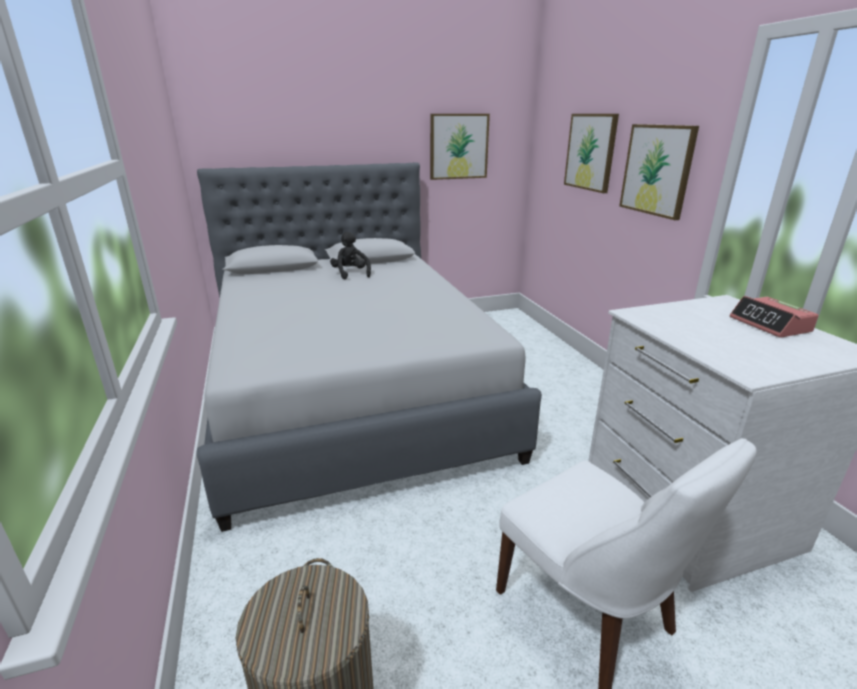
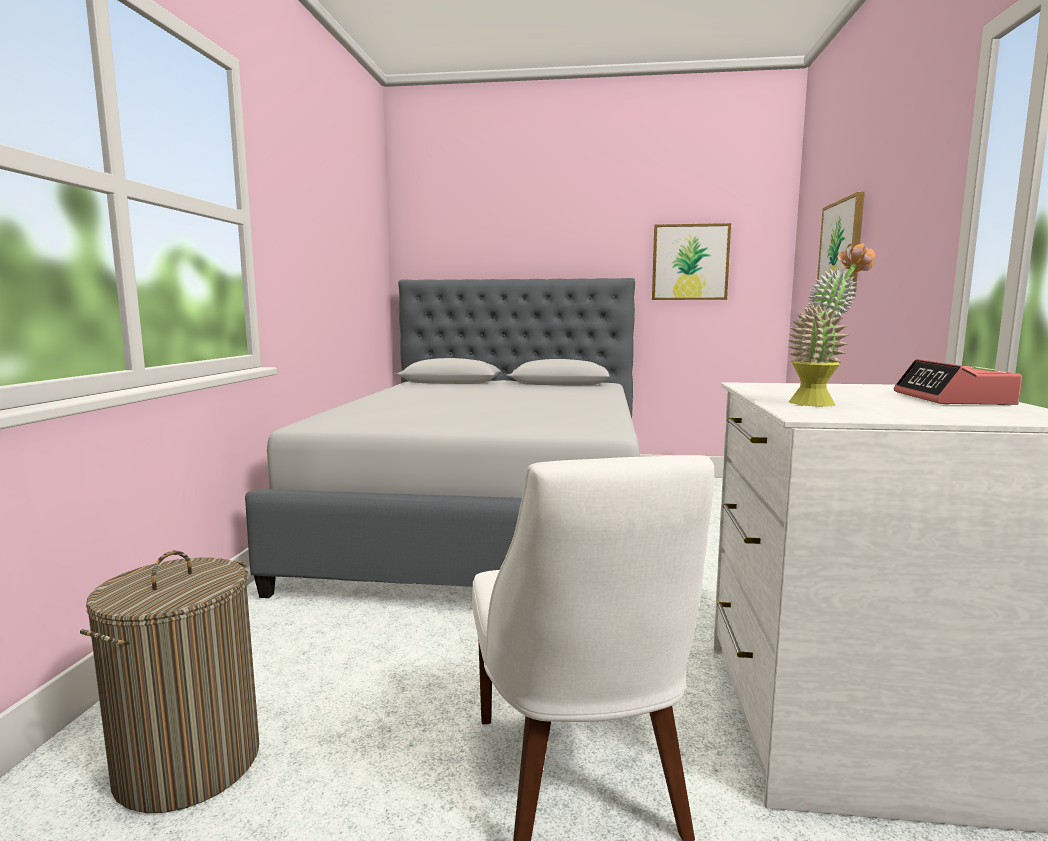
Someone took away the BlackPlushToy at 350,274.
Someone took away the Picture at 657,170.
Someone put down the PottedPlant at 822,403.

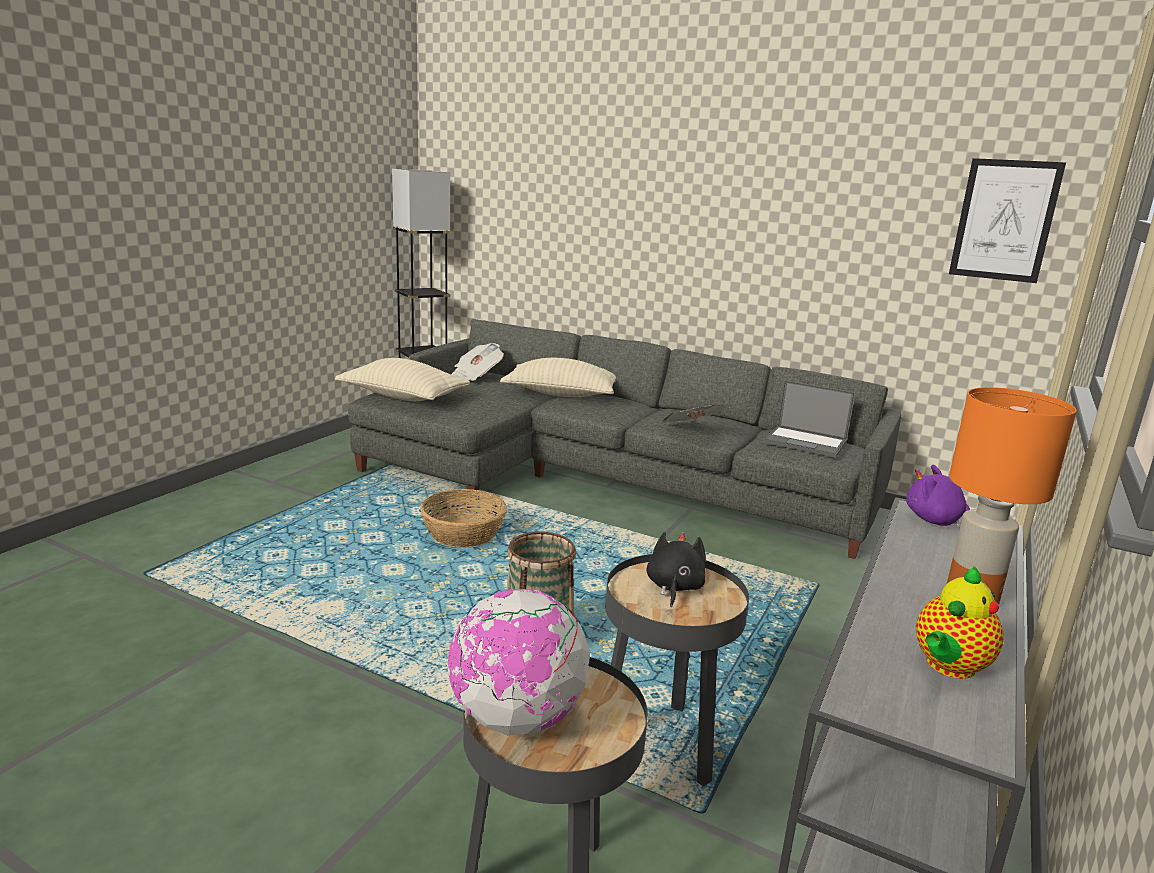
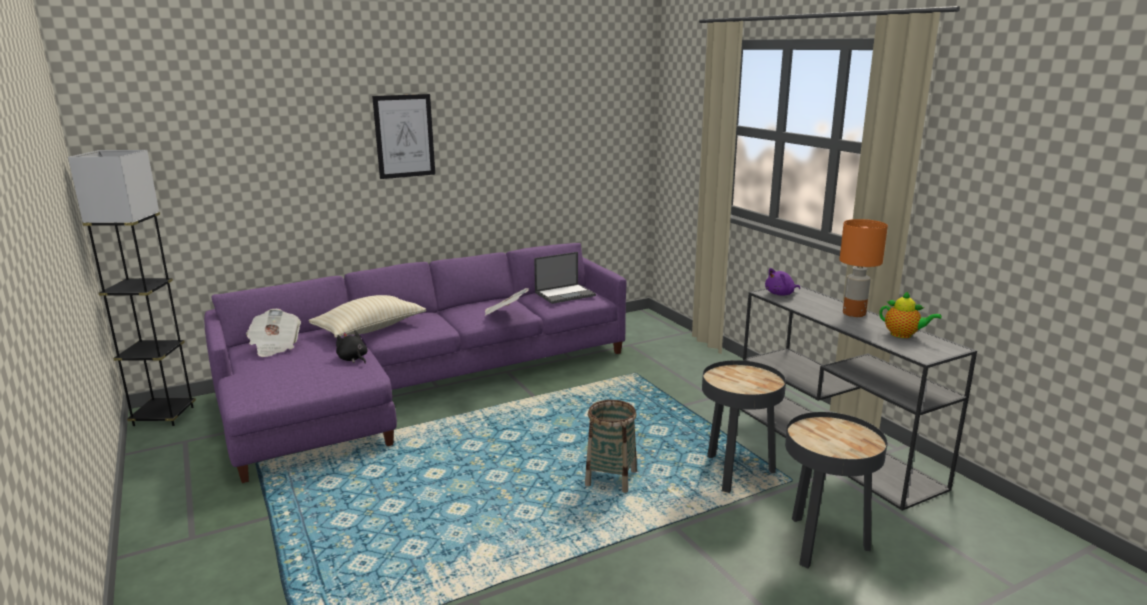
Someone took away the BeigePillow at 403,397.
Someone repainted the GreySofa at 597,476, which became the PurpleSofa at 416,384.
Someone took away the Basket at 464,533.
Someone took away the Globe at 516,719.
Someone carried the BlackPlushToy from 674,587 to 353,359.
Someone rotated the Teapot at 948,667 by 45 degrees counterclockwise.
Someone carried the Picture from 1004,220 to 404,136.

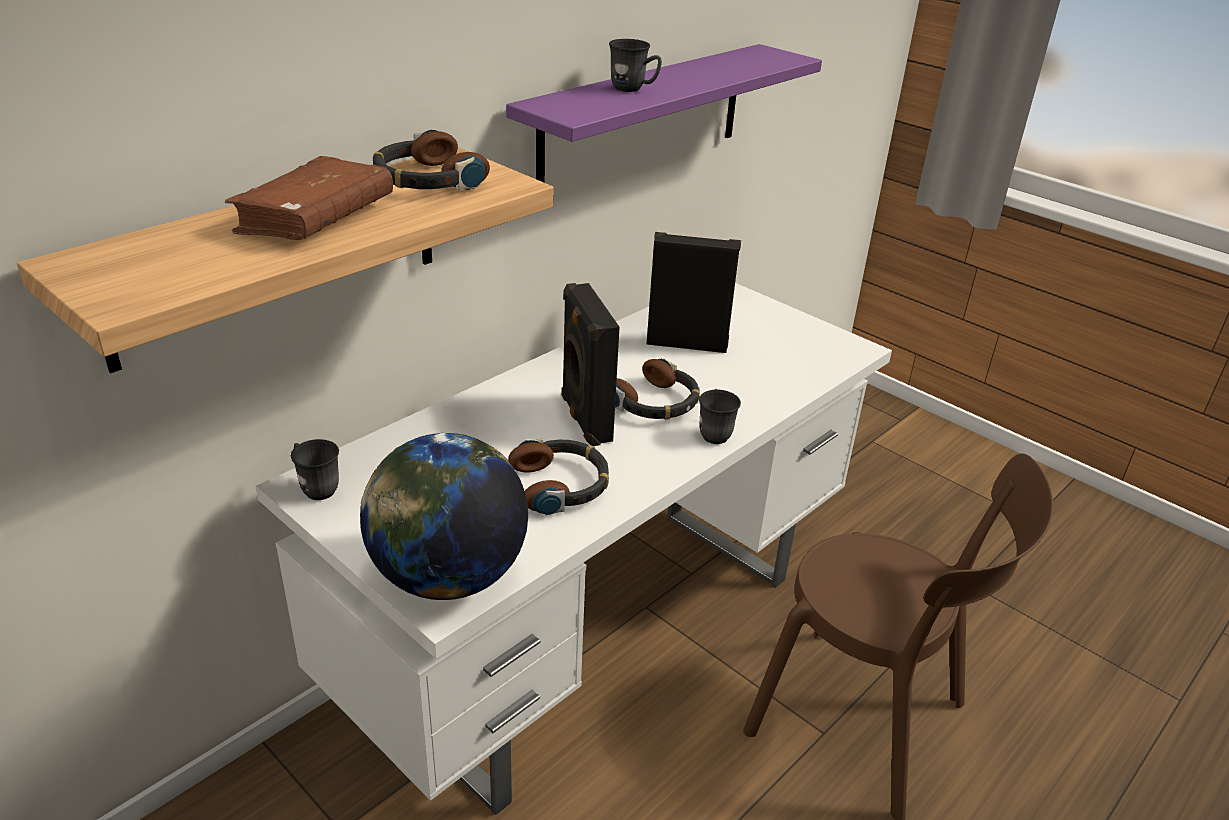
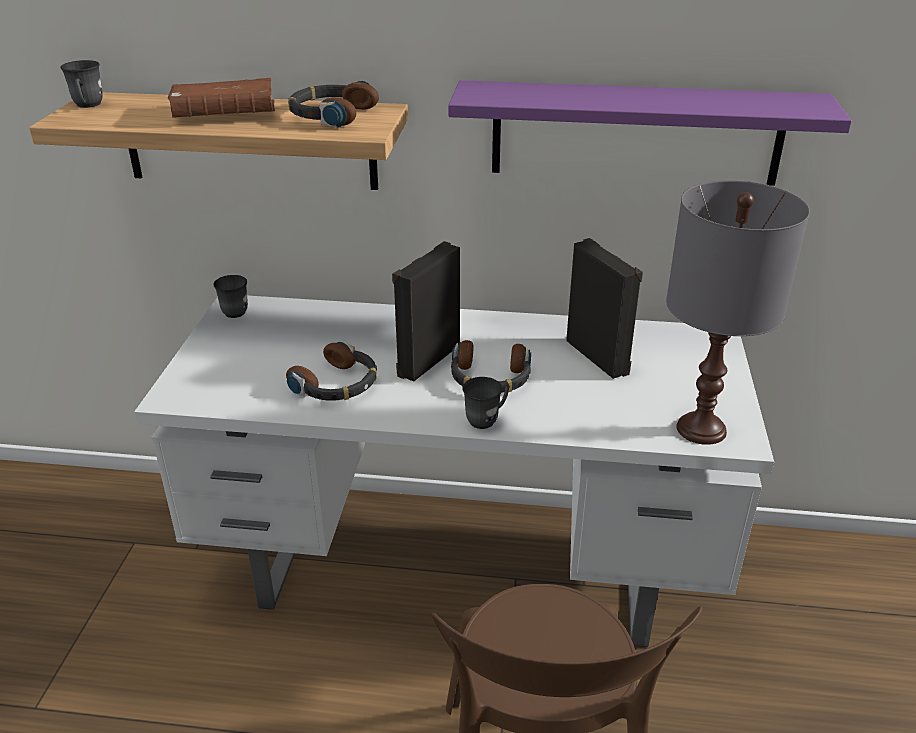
Someone took away the Globe at 448,577.
Someone carried the GreyMug from 634,89 to 88,106.
Someone put down the GreyTableLamp at 702,429.

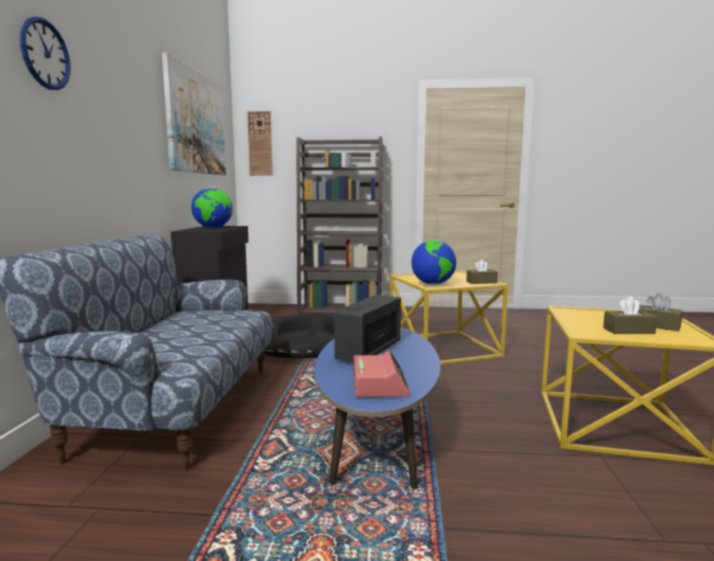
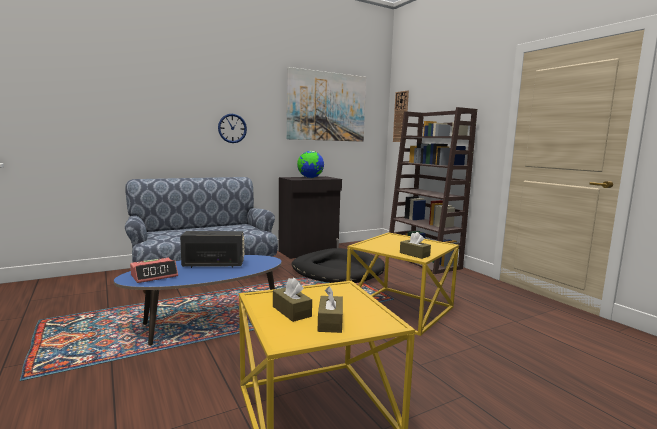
Someone carried the WallClock from 45,54 to 232,128.
Someone took away the Globe at 433,284.

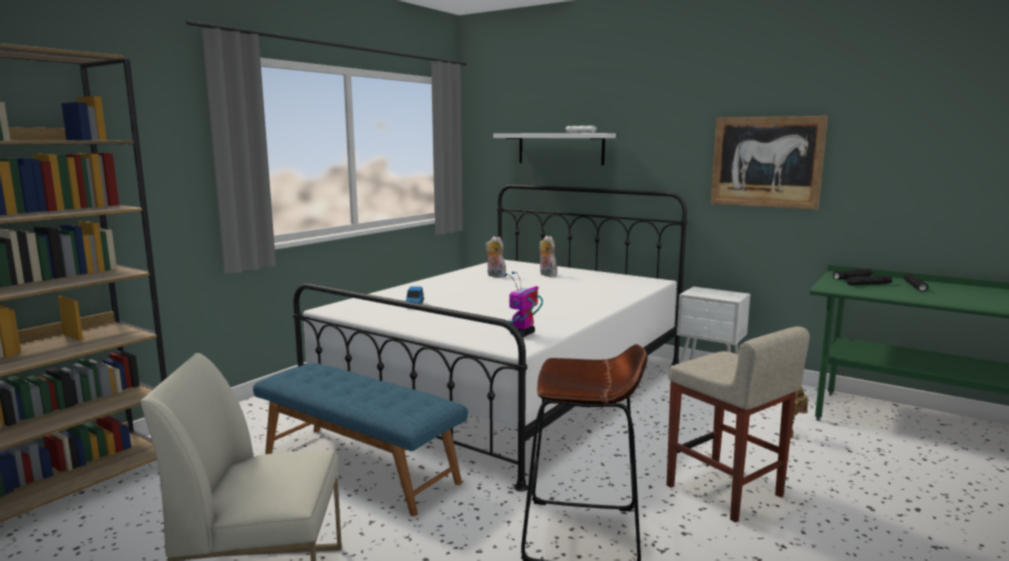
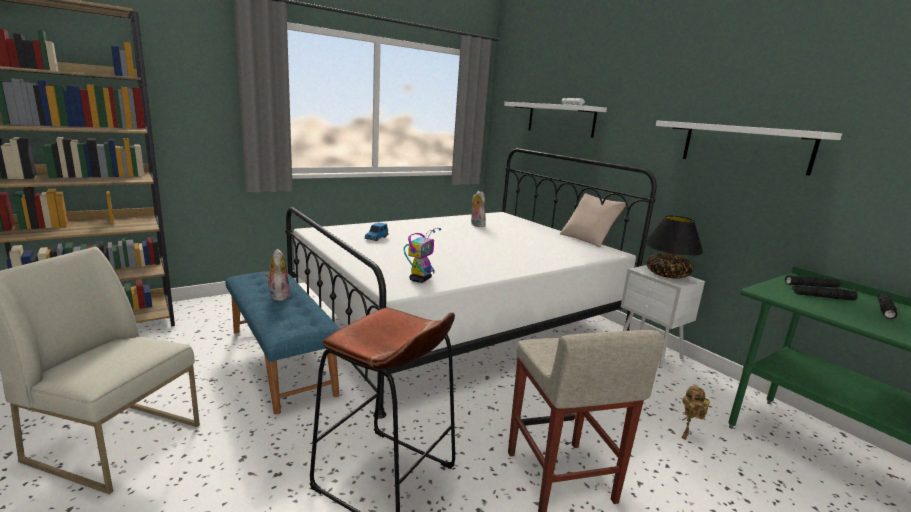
Someone rotated the ToyRobot at 522,334 by 150 degrees clockwise.
Someone carried the PlushToy from 546,275 to 278,296.
Someone swapped the Picture at 766,162 for the WhiteShelf at 745,146.
Someone put down the BeigePillow at 588,239.
Someone put down the BlackTableLamp at 667,275.

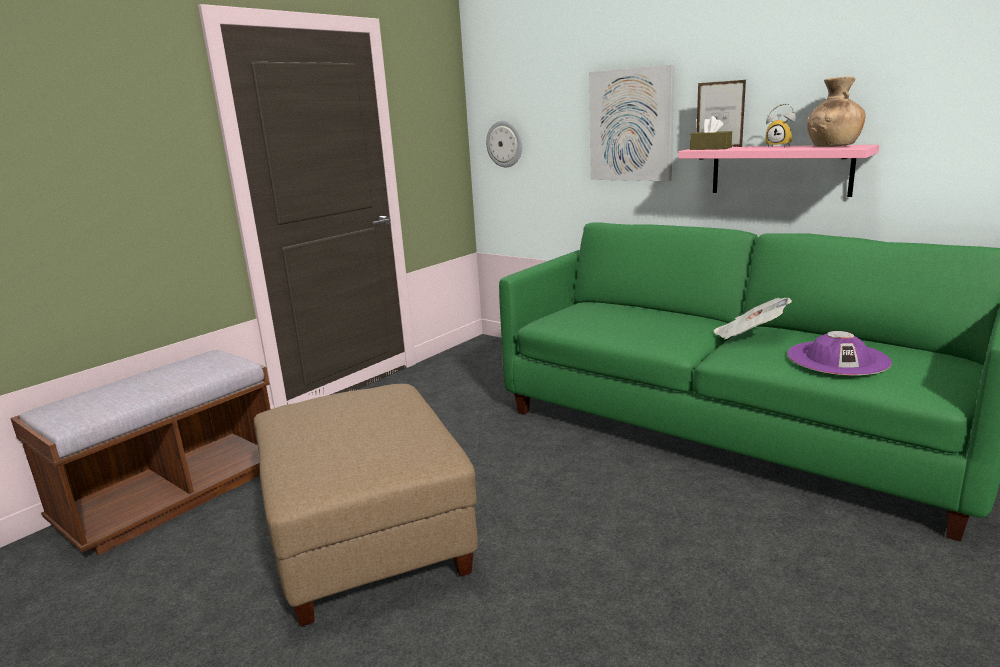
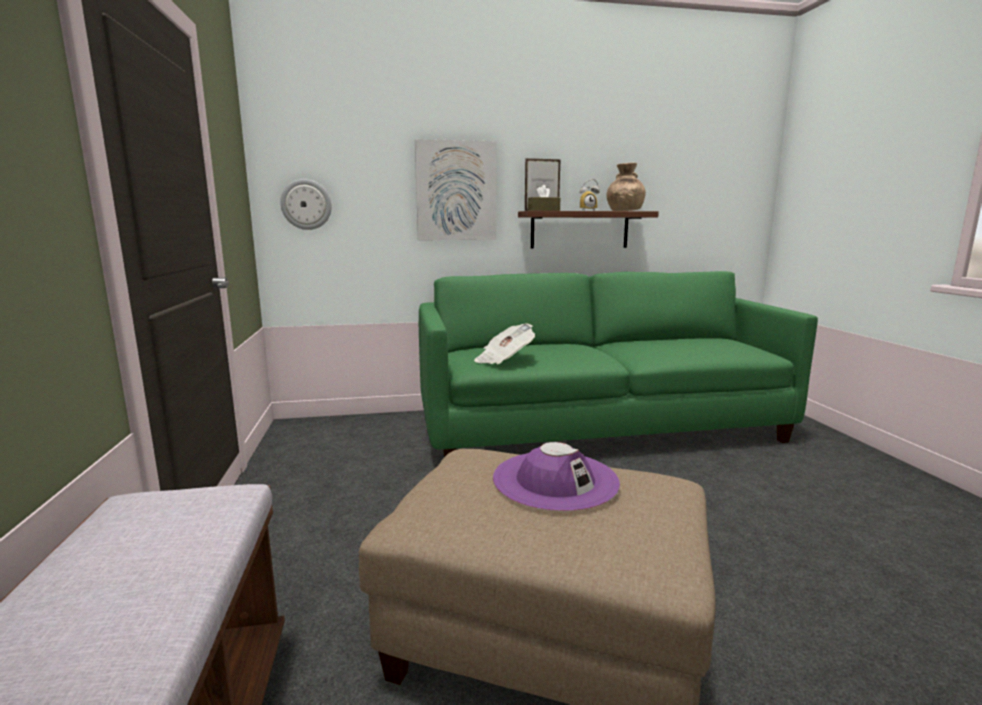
Someone repainted the PinkShelf at 780,170, which became the BrownShelf at 579,230.
Someone carried the Newspaper from 749,336 to 504,360.
Someone carried the PurpleHat from 837,358 to 555,480.

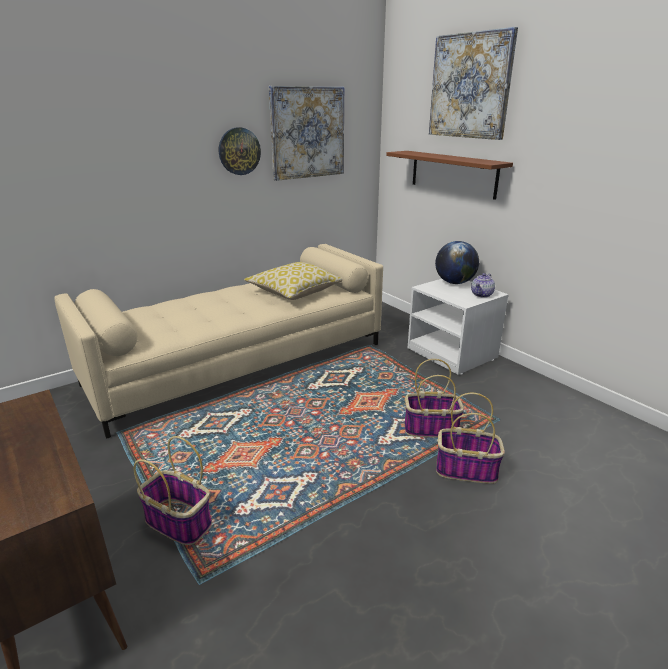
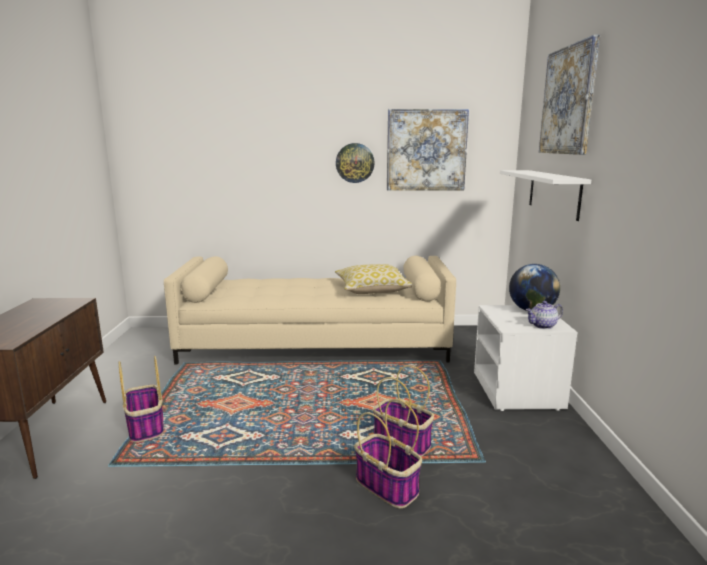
Someone repainted the BrownShelf at 453,173, which became the WhiteShelf at 553,193.

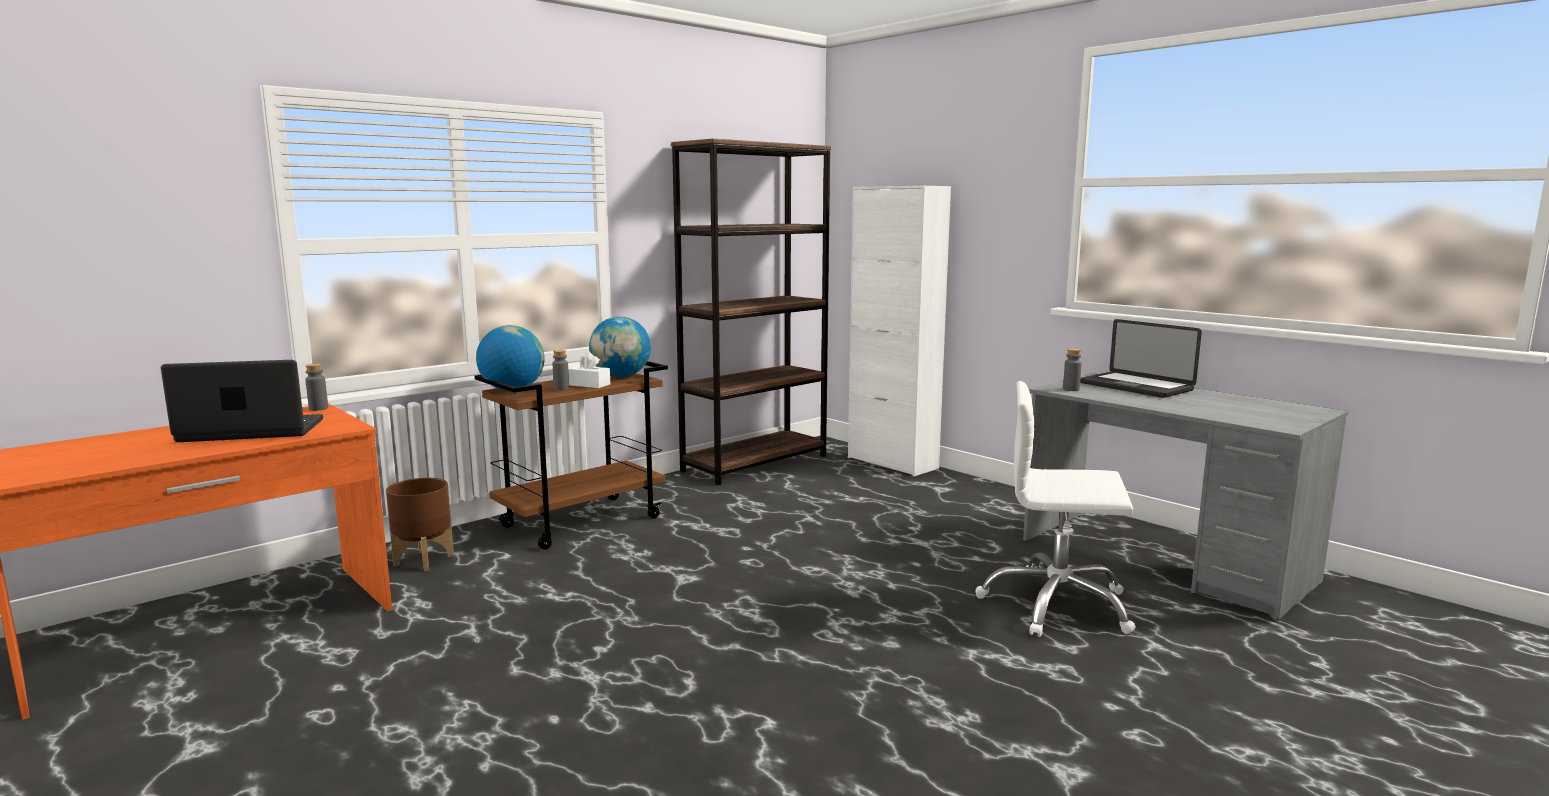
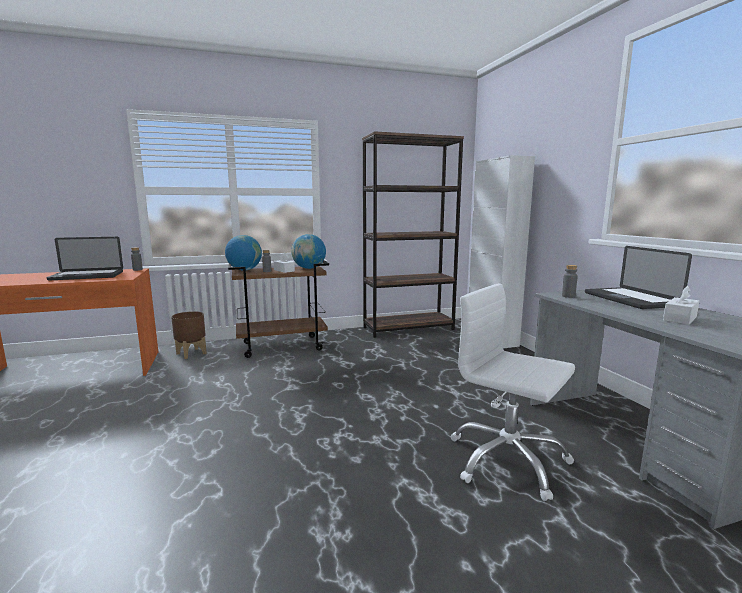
Someone rotated the Laptop at 252,431 by 150 degrees clockwise.
Someone put down the WhiteTissueBox at 680,318.

